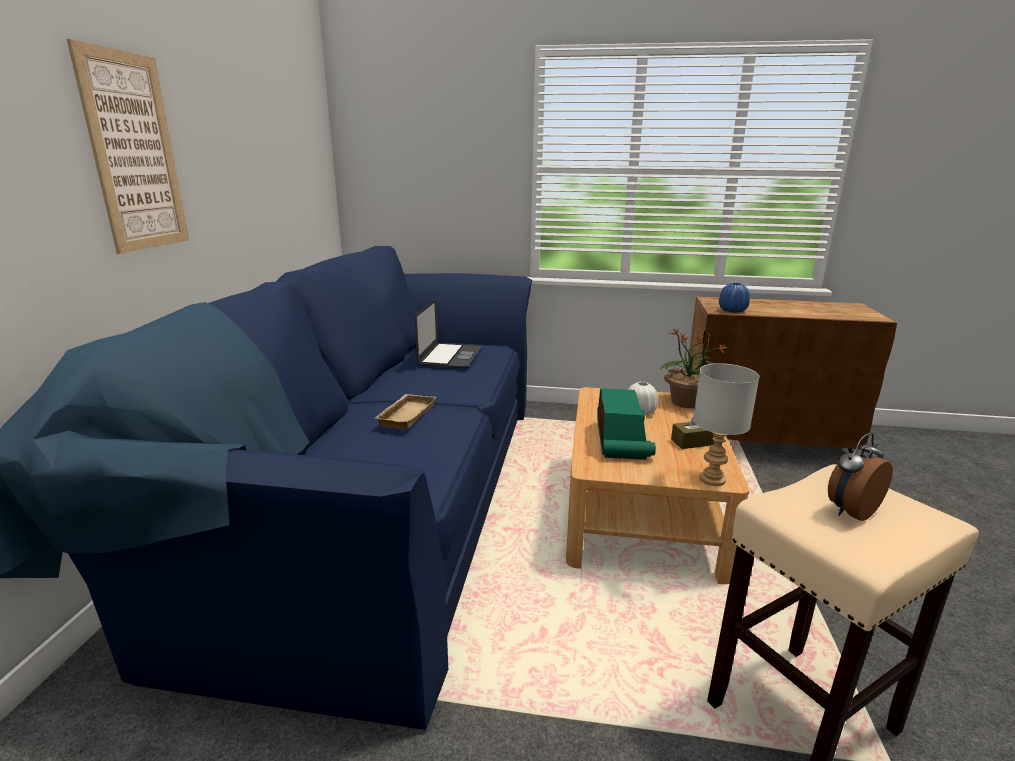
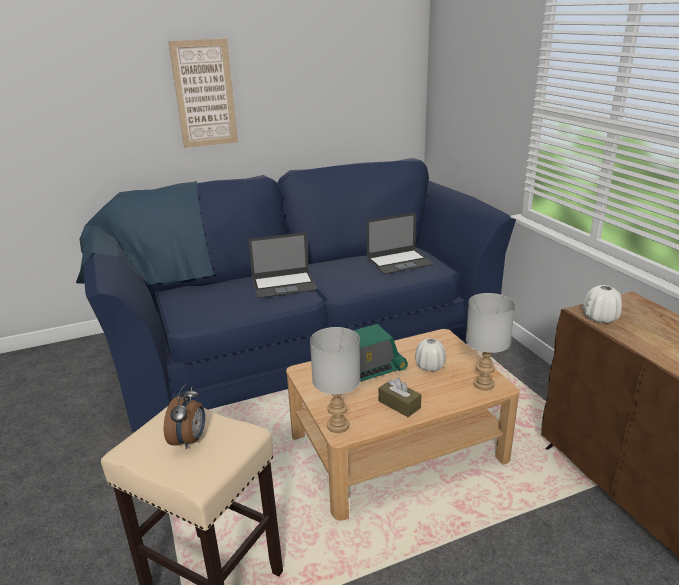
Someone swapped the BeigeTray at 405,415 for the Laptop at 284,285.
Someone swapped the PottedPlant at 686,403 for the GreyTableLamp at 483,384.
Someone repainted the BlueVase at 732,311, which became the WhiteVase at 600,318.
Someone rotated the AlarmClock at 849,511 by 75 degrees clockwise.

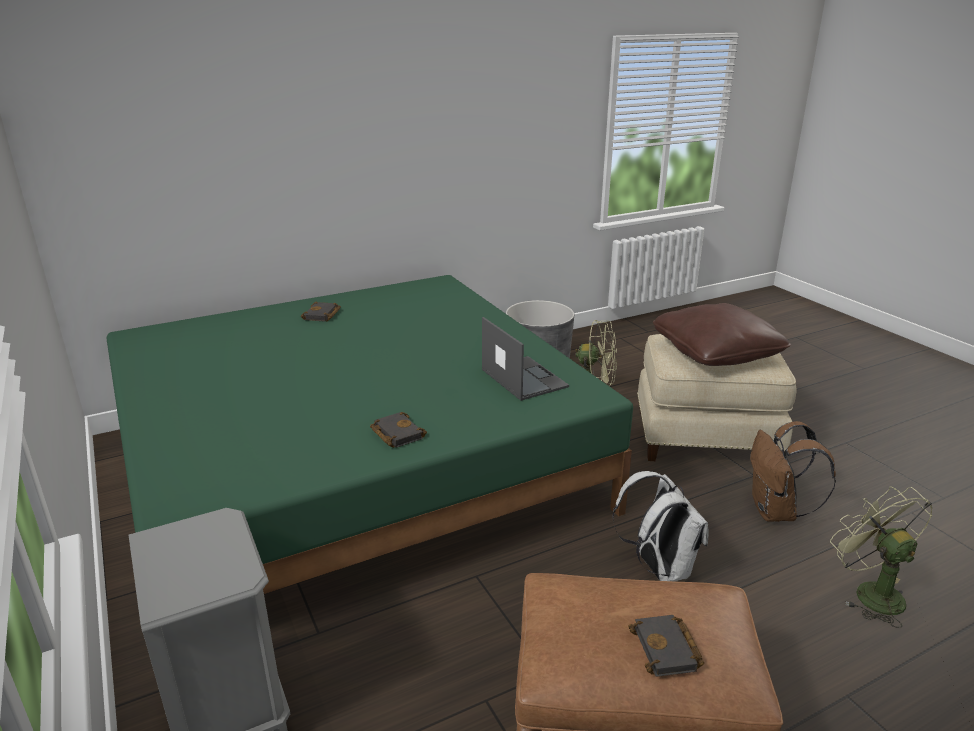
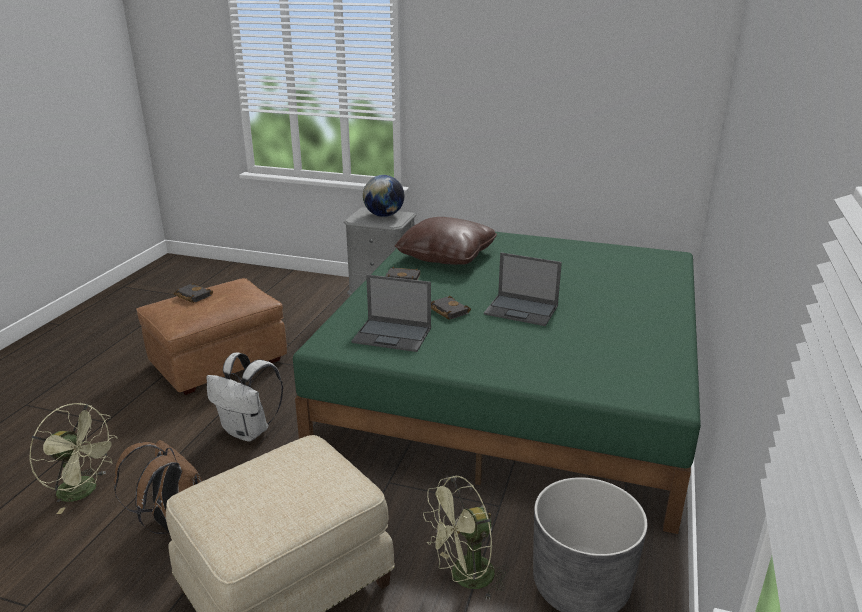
Someone carried the BlackBook from 322,315 to 447,311.
Someone carried the BrownPillow from 716,353 to 446,256.
Someone put down the Globe at 384,215.
Someone put down the Laptop at 522,310.

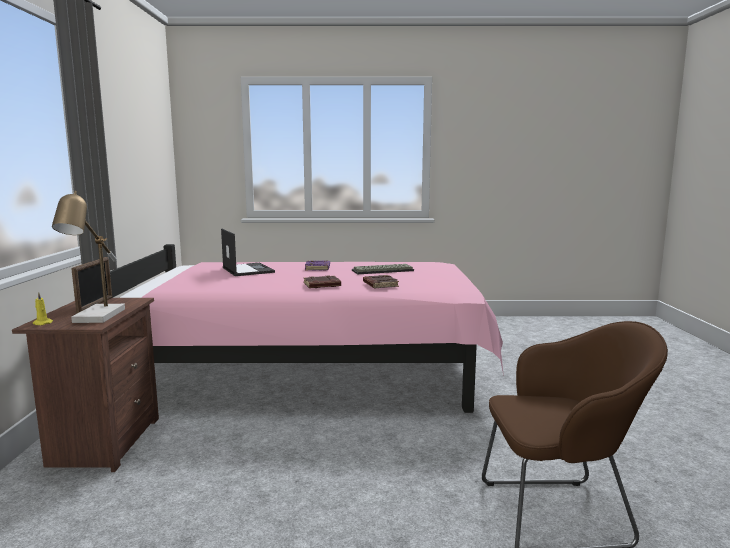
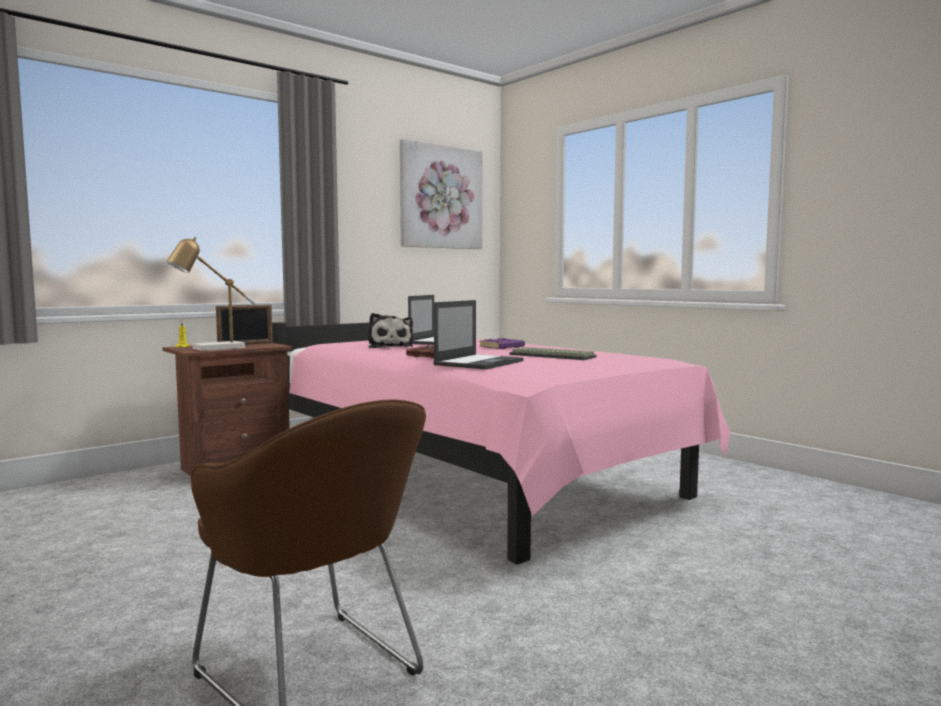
Someone swapped the BrownBook at 379,285 for the Laptop at 479,363.
Someone put down the PlushToy at 390,347.
Someone put up the Picture at 441,197.

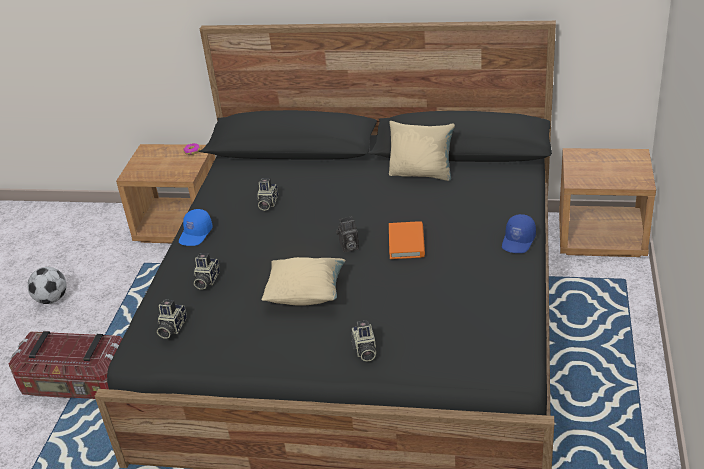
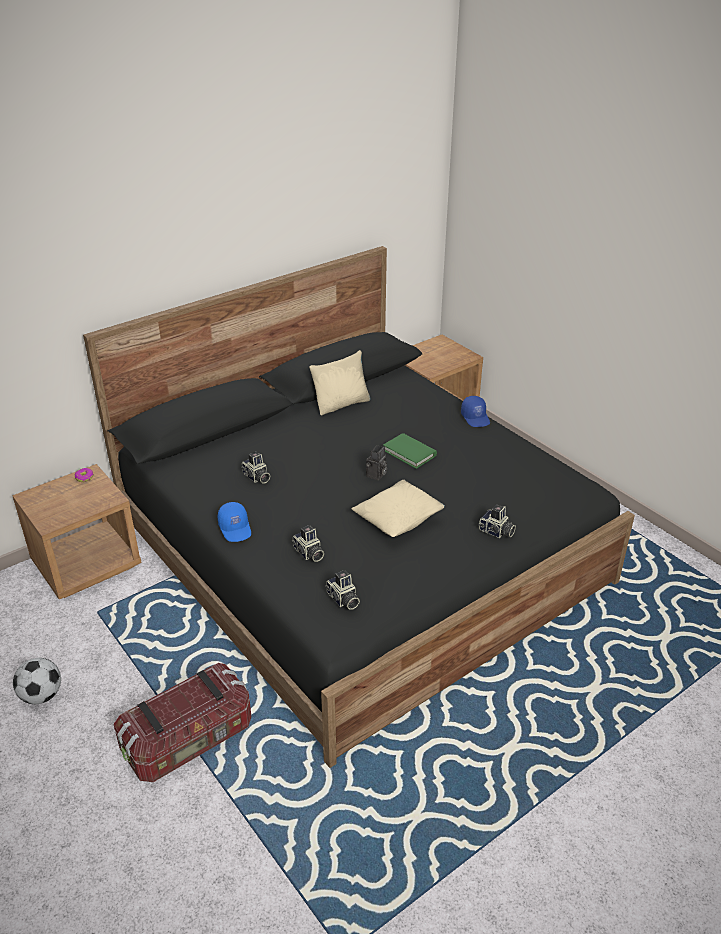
Someone repainted the OrangeBook at 406,243, which became the GreenBook at 409,453.

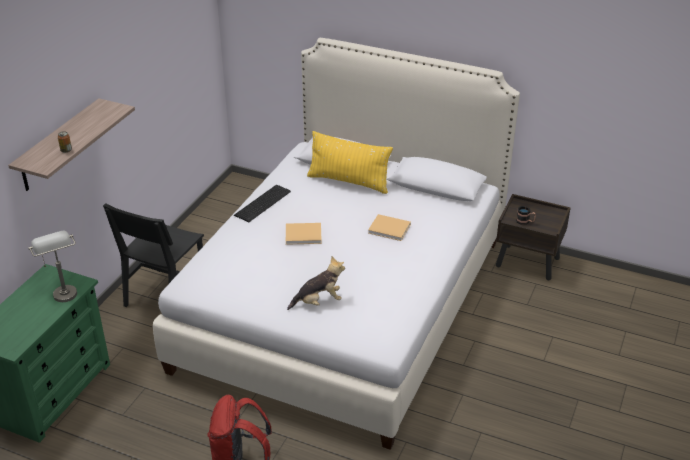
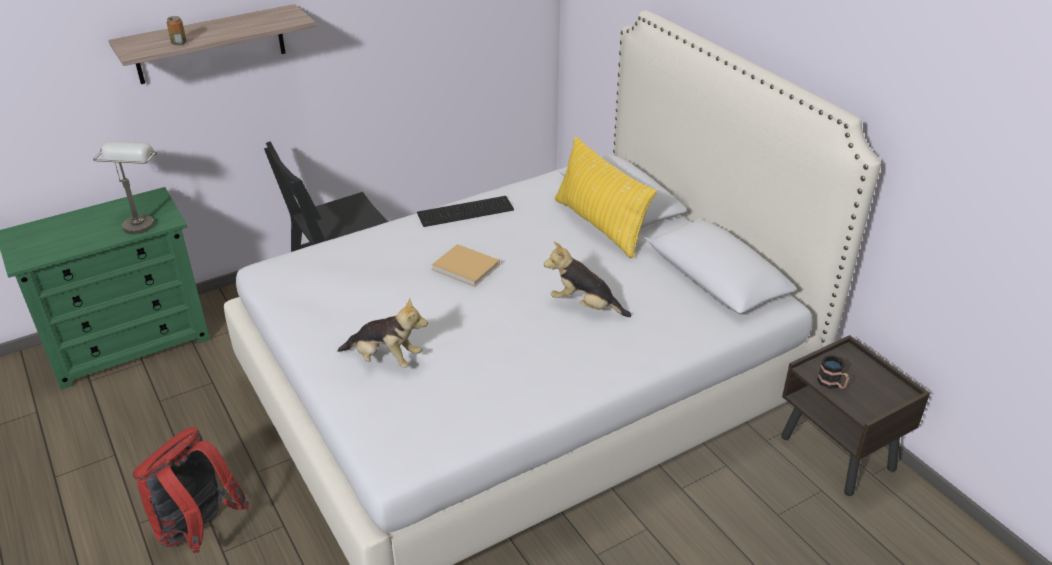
Someone swapped the BeigeBook at 390,229 for the PlushToy at 585,306.

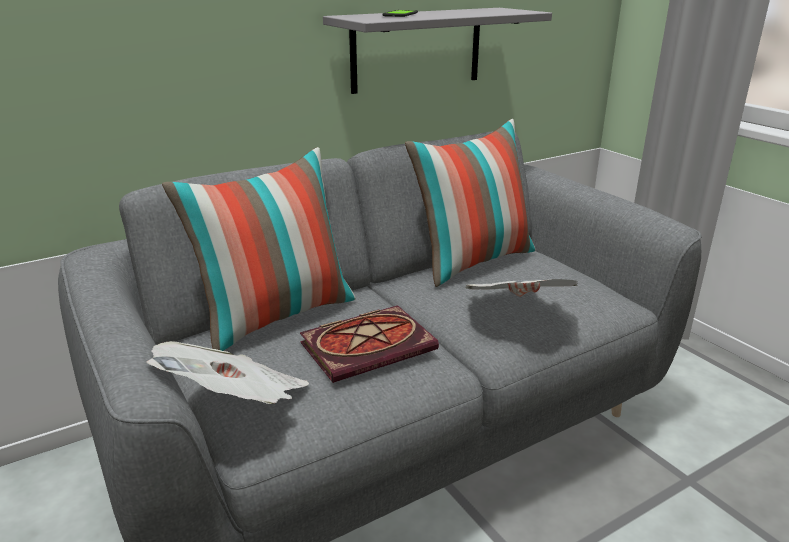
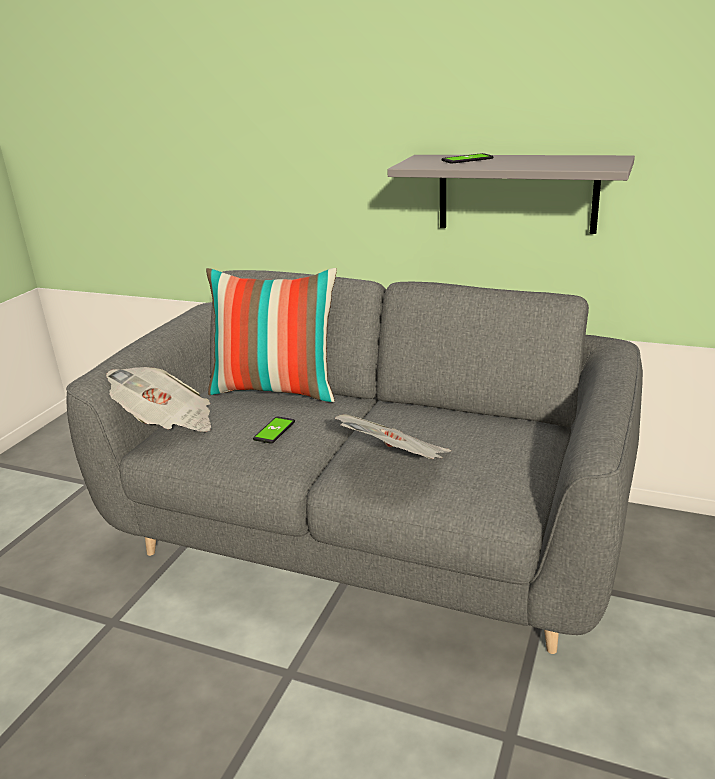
Someone swapped the Book at 370,345 for the Phone at 274,431.
Someone took away the Pillow at 472,261.

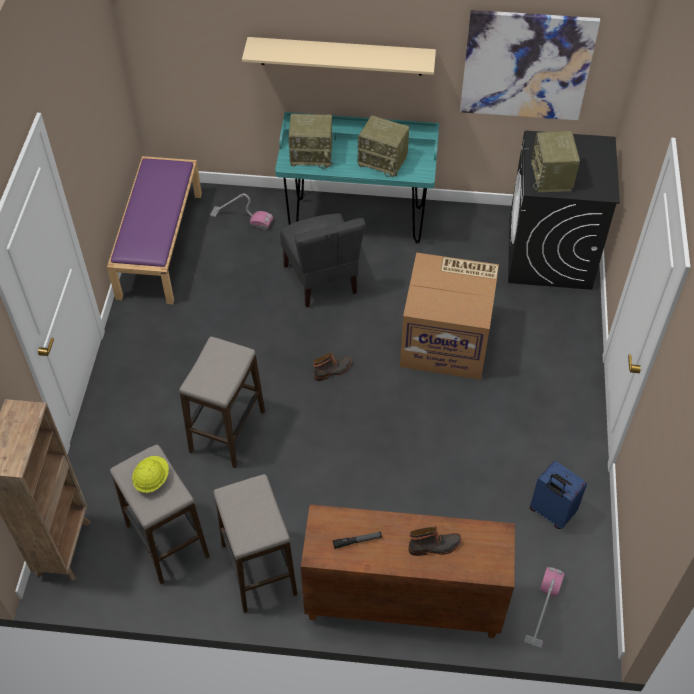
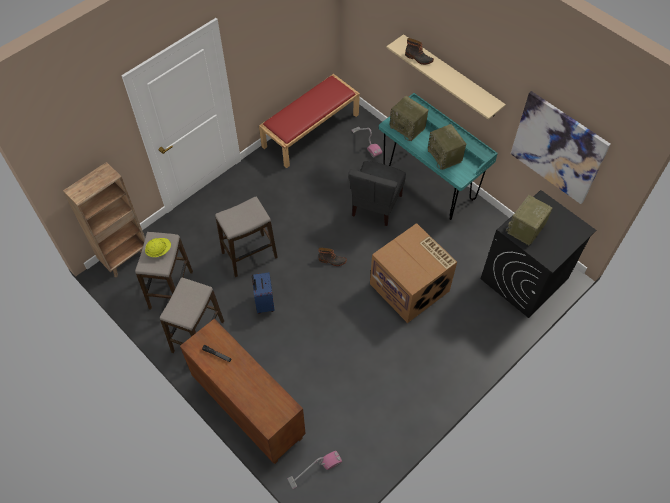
Someone repainted the PurpleBench at 160,243, which became the RedBench at 311,130.
Someone carried the Boot from 434,547 to 418,59.
Someone carried the BlueSuitcase from 551,512 to 264,303.

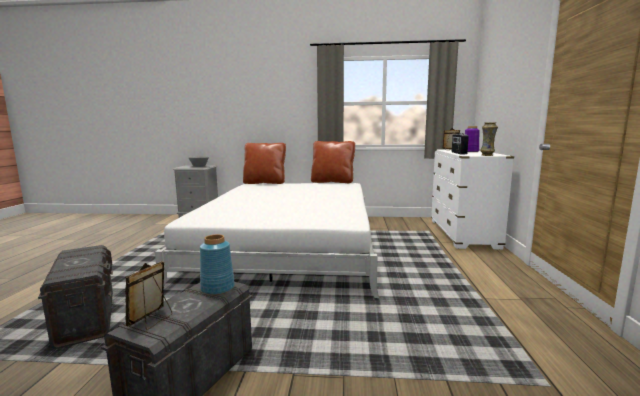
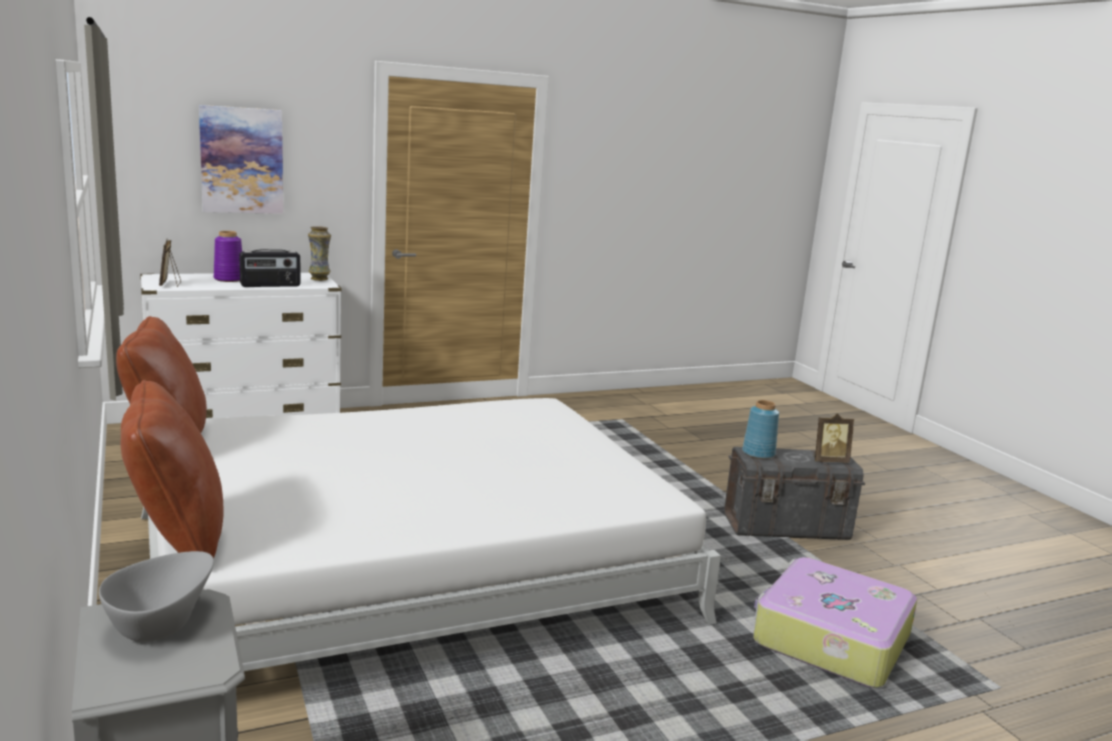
Someone swapped the GreyStorageBox at 87,319 for the Suitcase at 829,639.
Someone put up the Picture at 241,160.

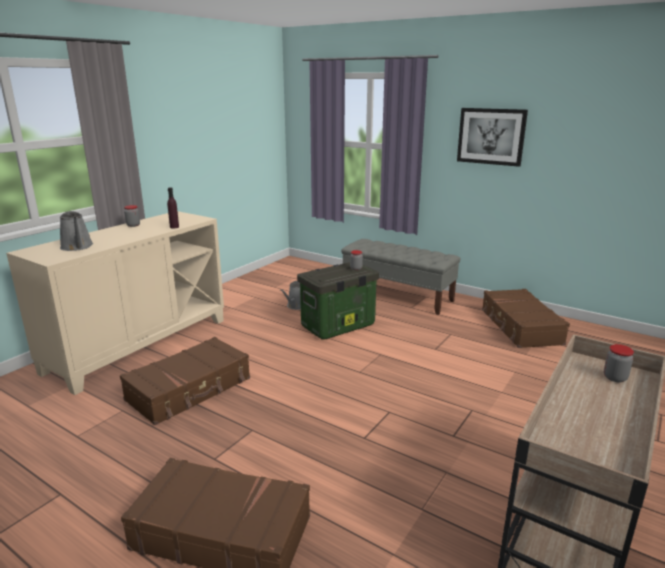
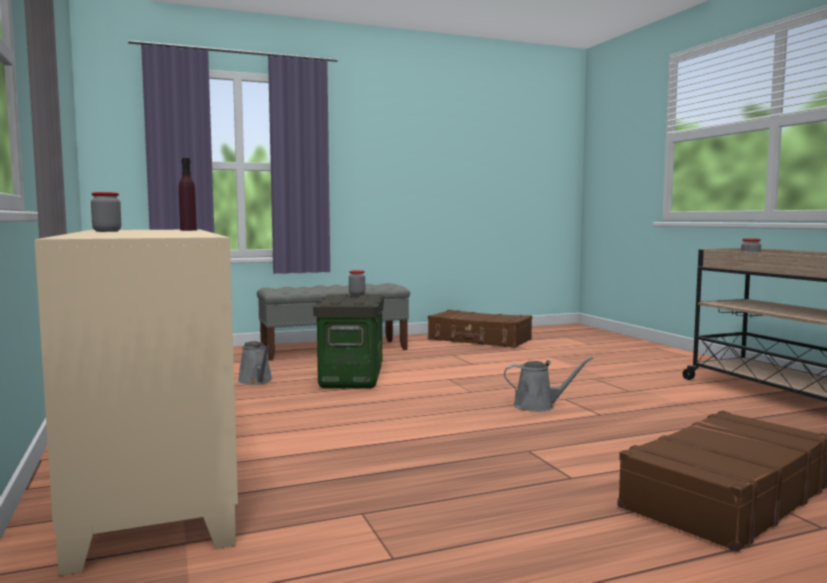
Someone carried the GreyWateringCan from 77,247 to 538,406.
Someone took away the BrownSuitcase at 190,390.
Someone took away the Picture at 491,136.

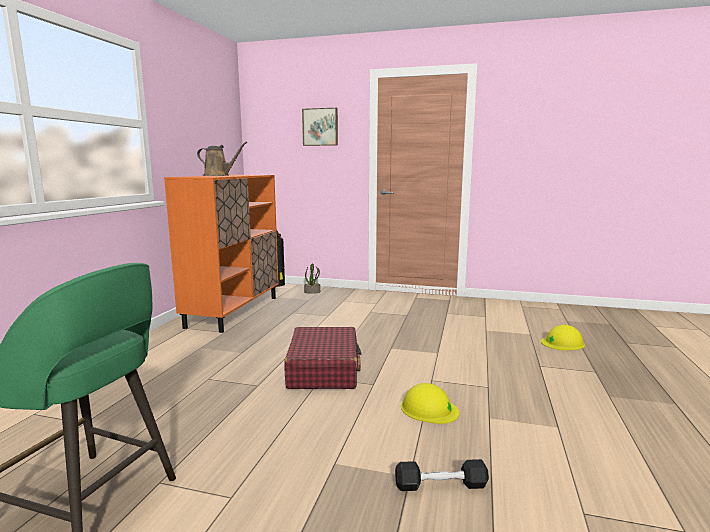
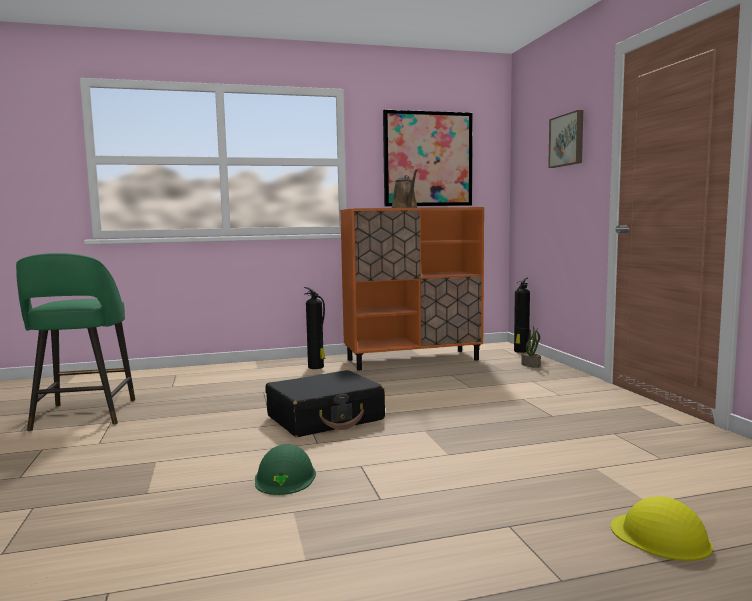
Someone repainted the RedSuitcase at 324,370, which became the BlackSuitcase at 326,418.
Someone took away the BlackDumbbell at 441,485.
Someone repainted the YellowHardHat at 429,409, which became the GreenHardHat at 285,477.
Someone put down the FireExtinguisher at 316,367.
Someone put up the Picture at 427,159.

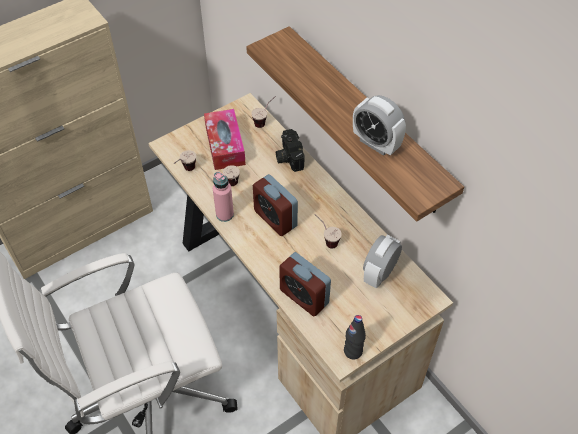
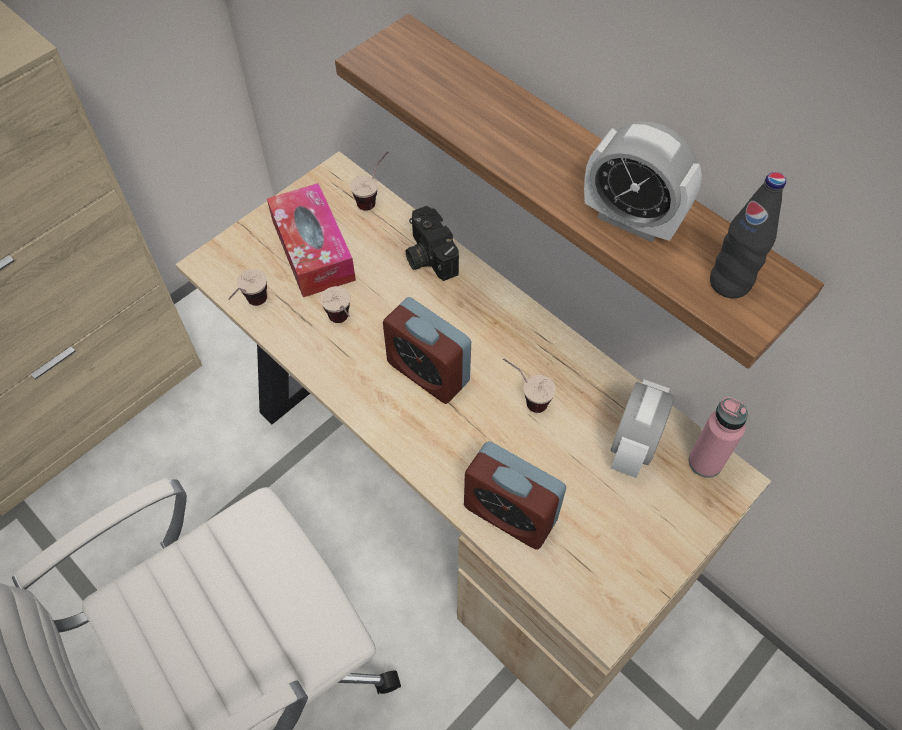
Someone carried the PinkBottle from 224,214 to 705,462.
Someone carried the BlackBottle from 353,351 to 729,283.

